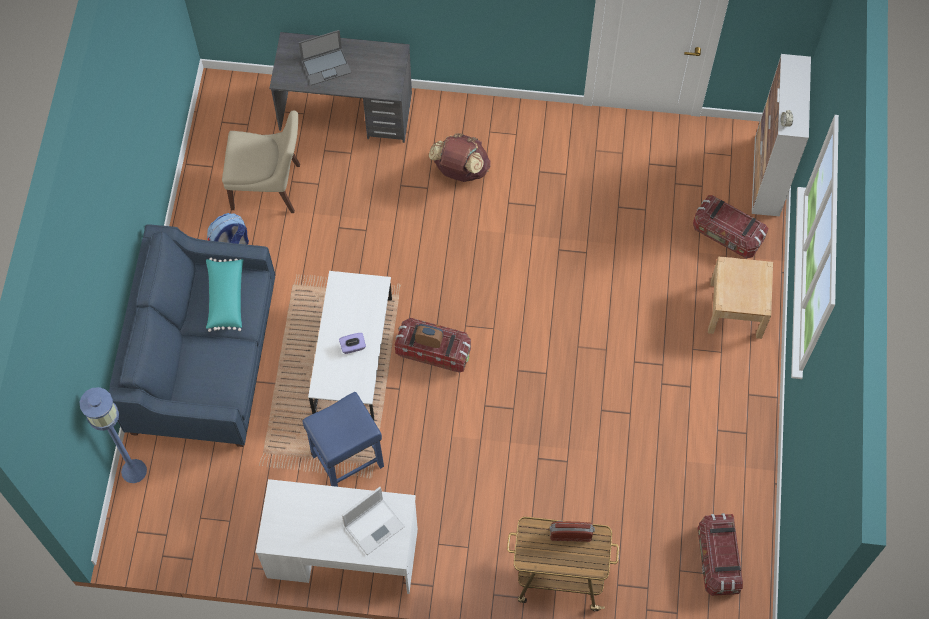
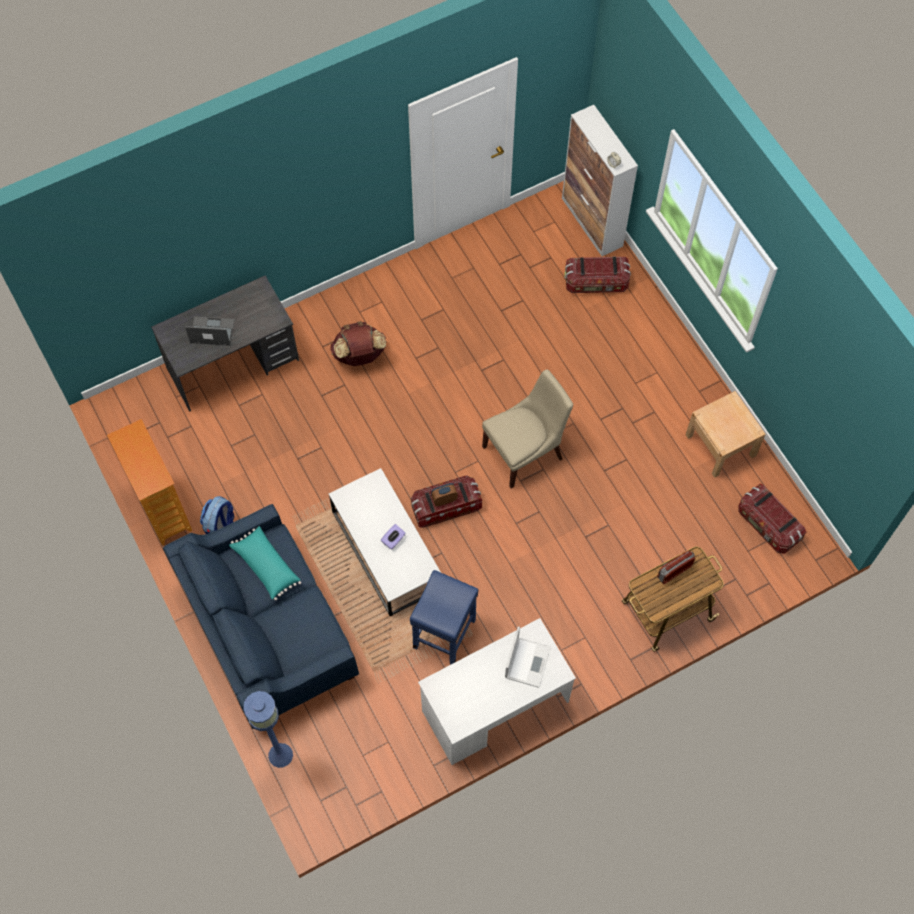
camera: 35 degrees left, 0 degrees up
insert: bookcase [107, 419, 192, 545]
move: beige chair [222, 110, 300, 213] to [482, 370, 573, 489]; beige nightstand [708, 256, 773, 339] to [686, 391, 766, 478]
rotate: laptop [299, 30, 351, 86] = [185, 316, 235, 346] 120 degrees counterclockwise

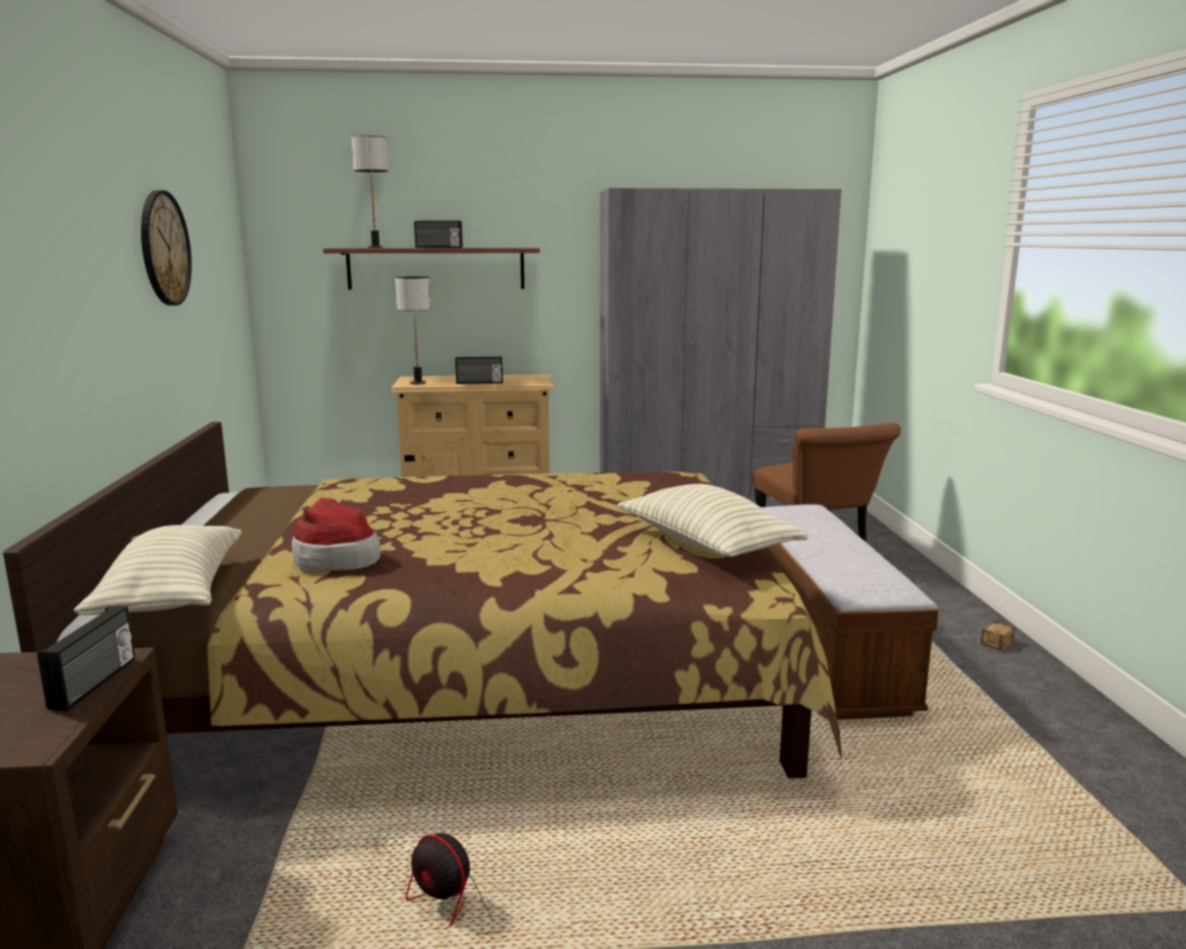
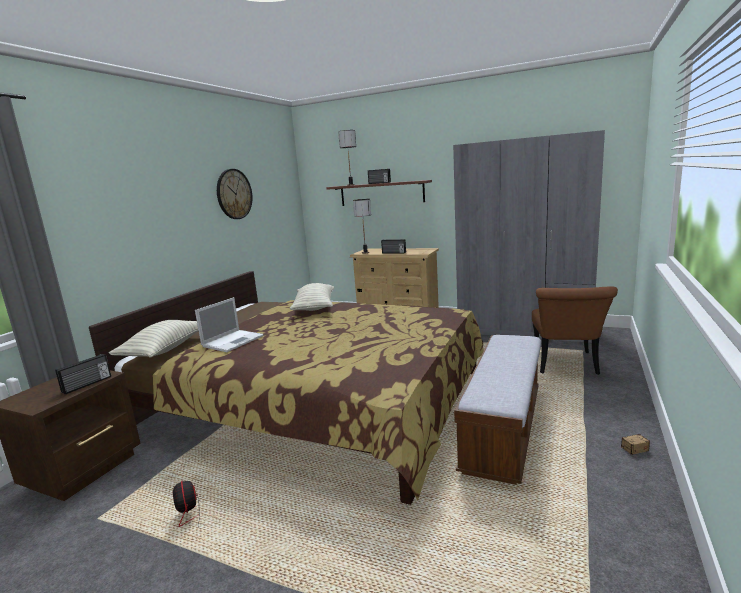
camera: 30 degrees right, 0 degrees up
move: pillow [617, 484, 808, 557] to [290, 283, 334, 311]
replace: hat [292, 498, 381, 571] to laptop [195, 297, 263, 352]

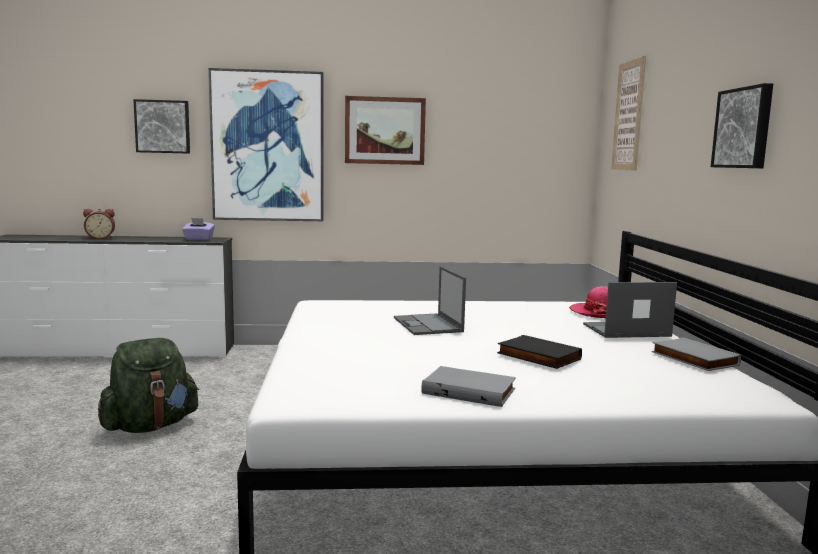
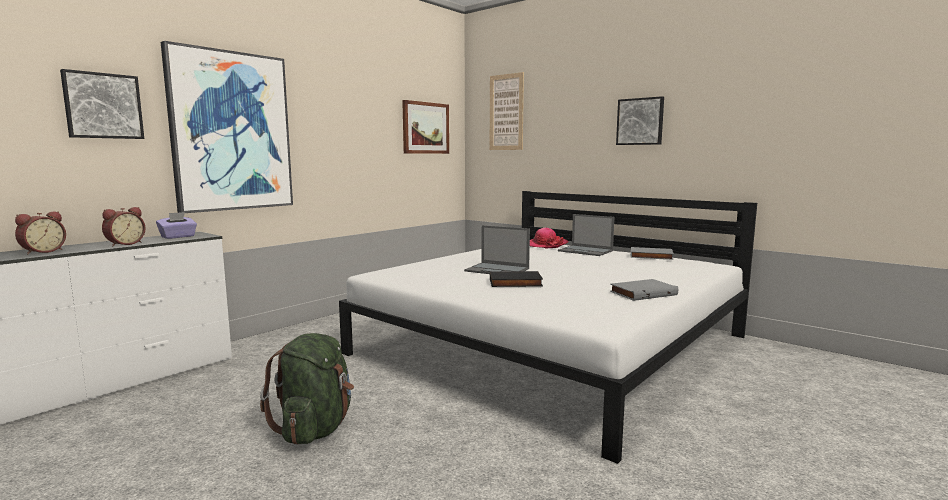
camera: 45 degrees left, 0 degrees up
insert: alarm clock [102, 207, 146, 246]
move: picture [345, 96, 426, 165] to [402, 100, 449, 154]; black book [497, 335, 582, 369] to [490, 271, 543, 287]
rotate: laptop [583, 282, 677, 338] = [558, 214, 615, 256] 90 degrees counterclockwise

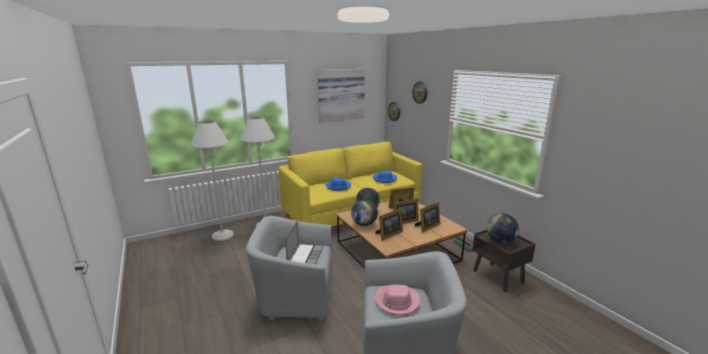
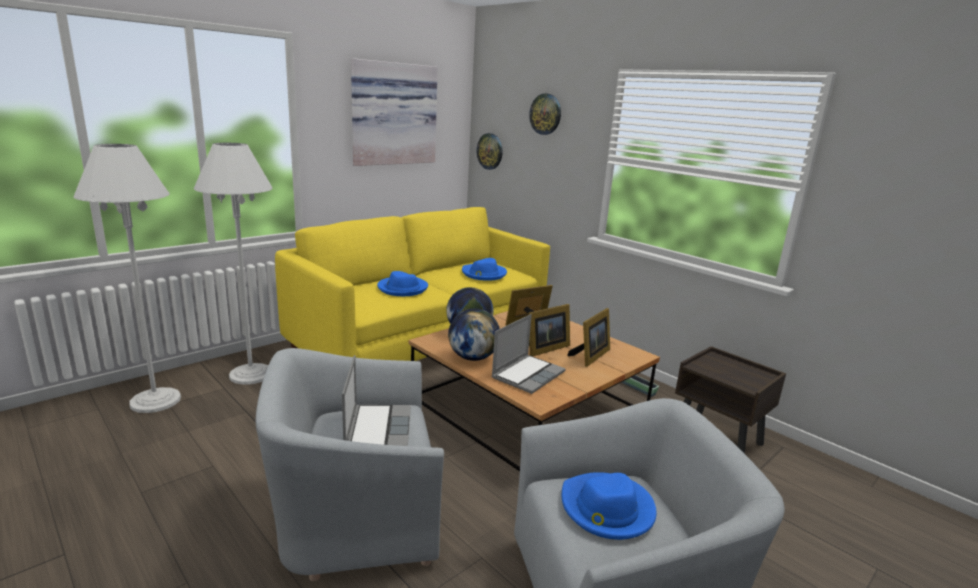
camera: 15 degrees left, 0 degrees up
delete: globe [487, 213, 519, 243]
replace: picture frame [375, 208, 403, 241] to laptop [491, 314, 566, 394]
recolor: pink hat [375, 285, 420, 316] to blue hat [562, 472, 656, 540]

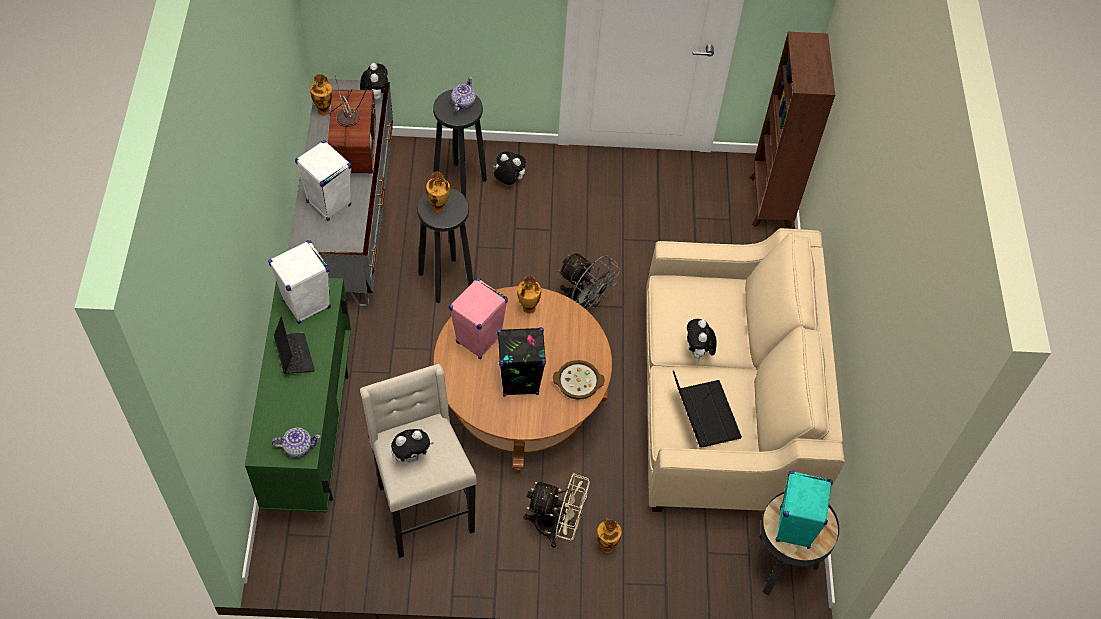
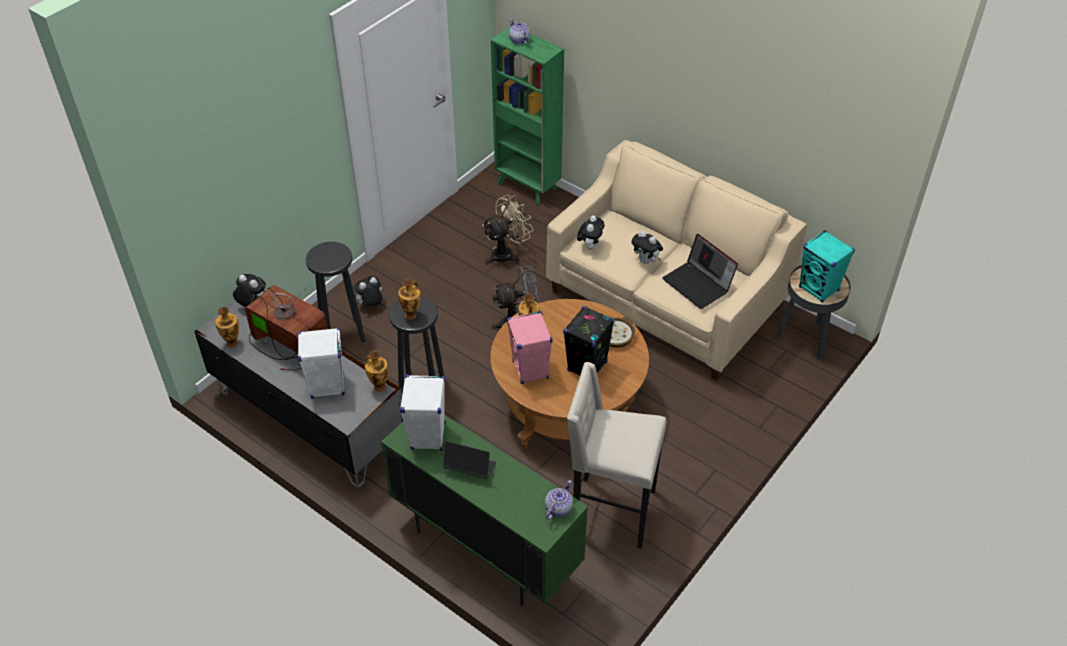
camera: 50 degrees left, 10 degrees down
move: vase [597, 518, 622, 553] to [365, 350, 388, 392]; beige fan [524, 473, 590, 548] to [482, 195, 534, 264]; teapot [451, 77, 476, 112] to [509, 19, 530, 44]; plush toy [391, 429, 434, 463] to [577, 215, 605, 250]
recolor: brown bookcase [749, 32, 835, 229] to green bookcase [491, 26, 564, 205]
rotate: laptop [673, 370, 742, 447] = [662, 234, 738, 309] 150 degrees counterclockwise

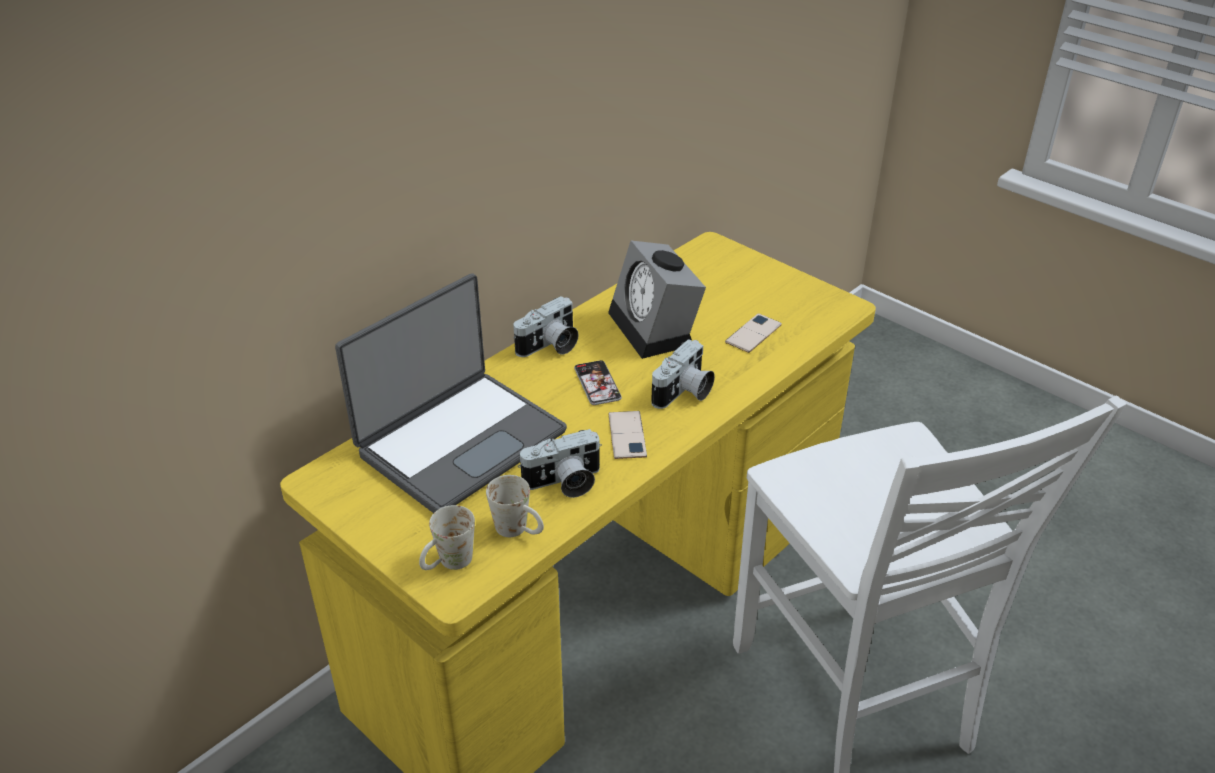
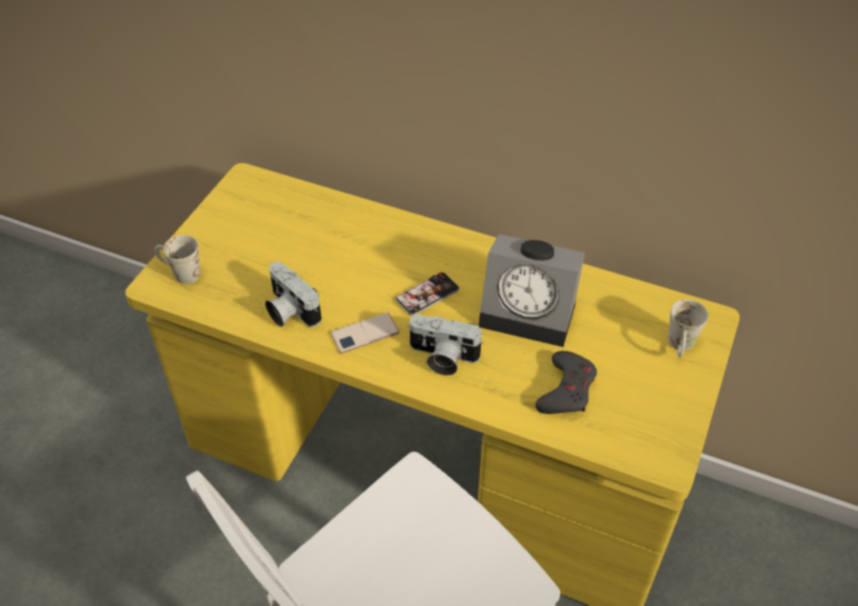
camera: 70 degrees right, 10 degrees up
delete: laptop [335, 274, 567, 513]; photo camera [513, 296, 579, 357]
move: white mug [486, 475, 544, 537] to [668, 299, 708, 358]
replace: phone [725, 313, 782, 353] to grey game controller [535, 351, 597, 414]
rotate: alarm clock [608, 241, 706, 359] = [478, 234, 585, 347] 120 degrees counterclockwise

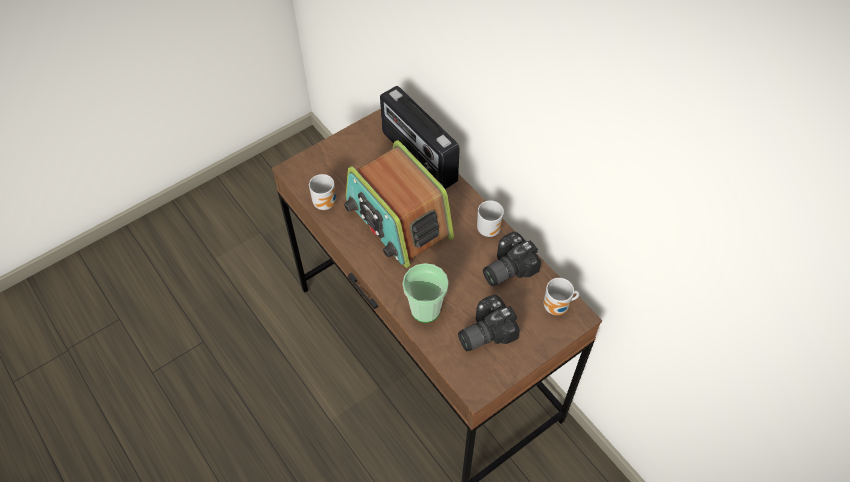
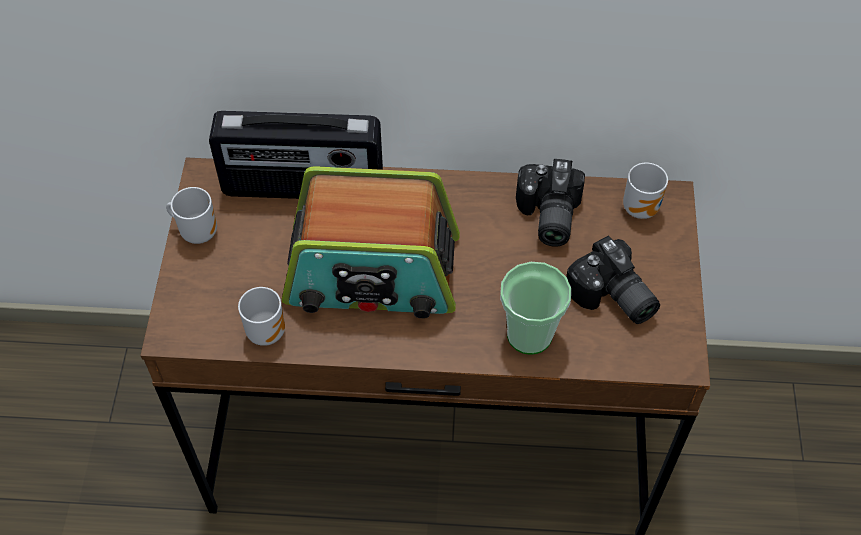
camera: 50 degrees left, 0 degrees up
move: mug [477, 200, 504, 237] to [166, 187, 217, 244]
rotate: photo camera [458, 294, 520, 351] = [566, 235, 660, 324] 45 degrees counterclockwise

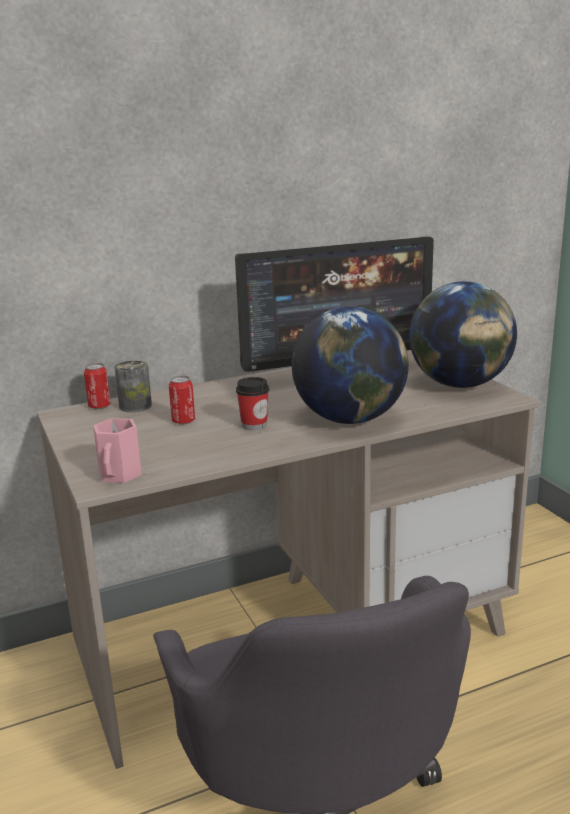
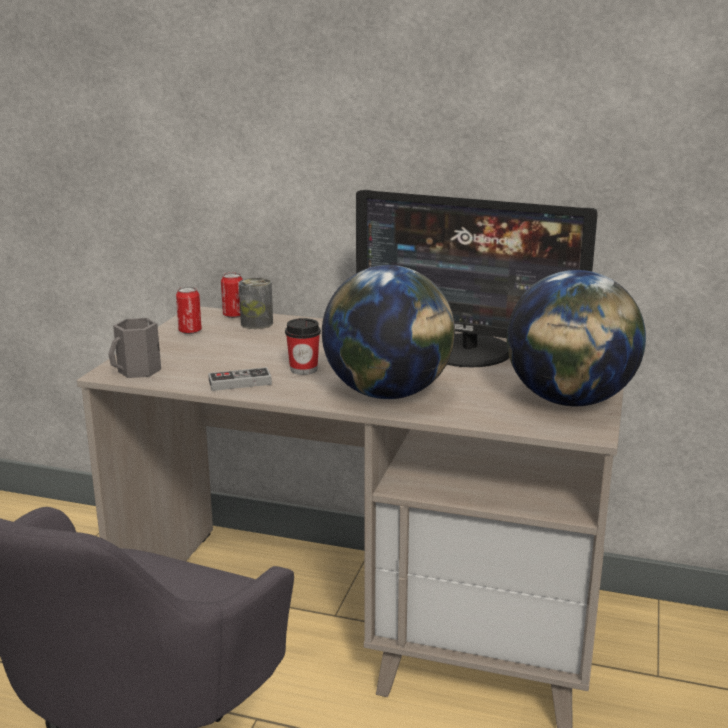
camera: 40 degrees right, 0 degrees up
insert: game controller [208, 367, 272, 391]
move: can [169, 376, 195, 425] to [176, 286, 202, 334]
recolor: pink mug [93, 418, 142, 483] to grey mug [108, 318, 161, 378]

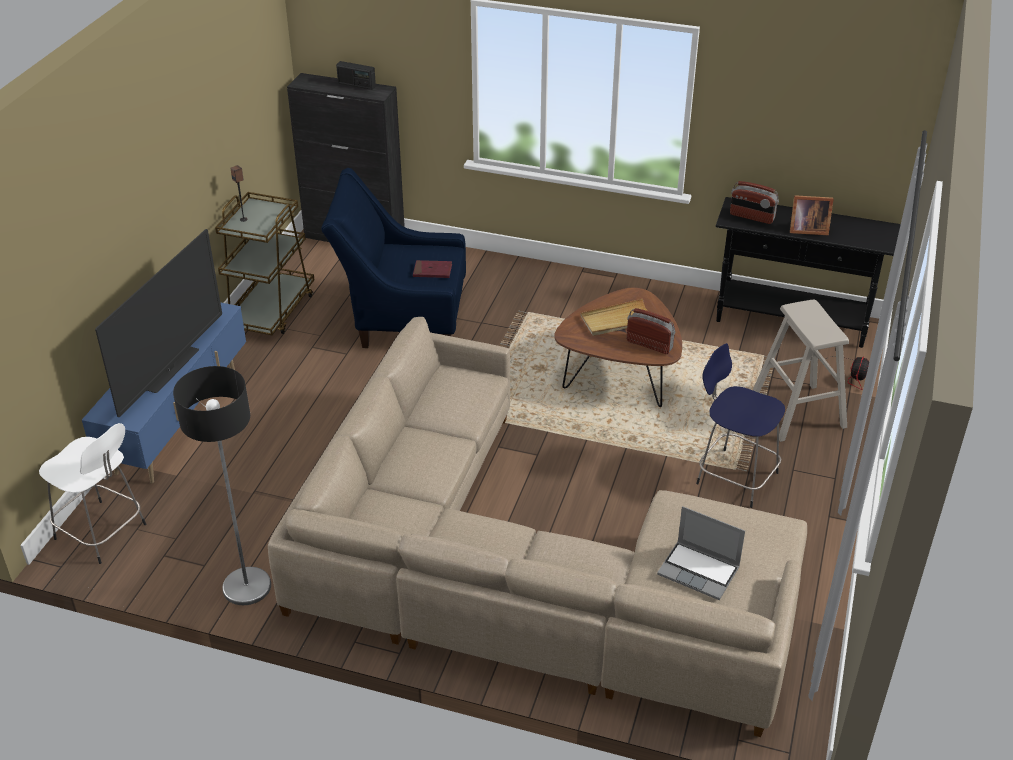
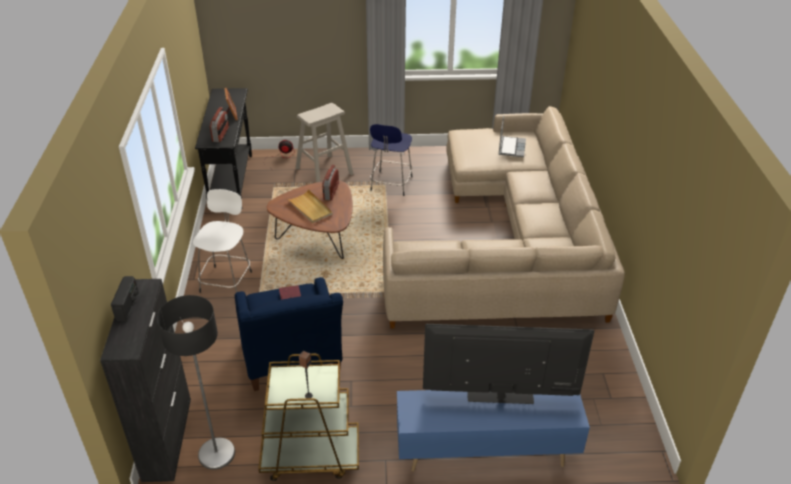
camera: 110 degrees left, 0 degrees up
move: floor lamp [173, 366, 271, 605] to [157, 295, 235, 470]; white stool [39, 423, 146, 564] to [193, 189, 252, 293]

